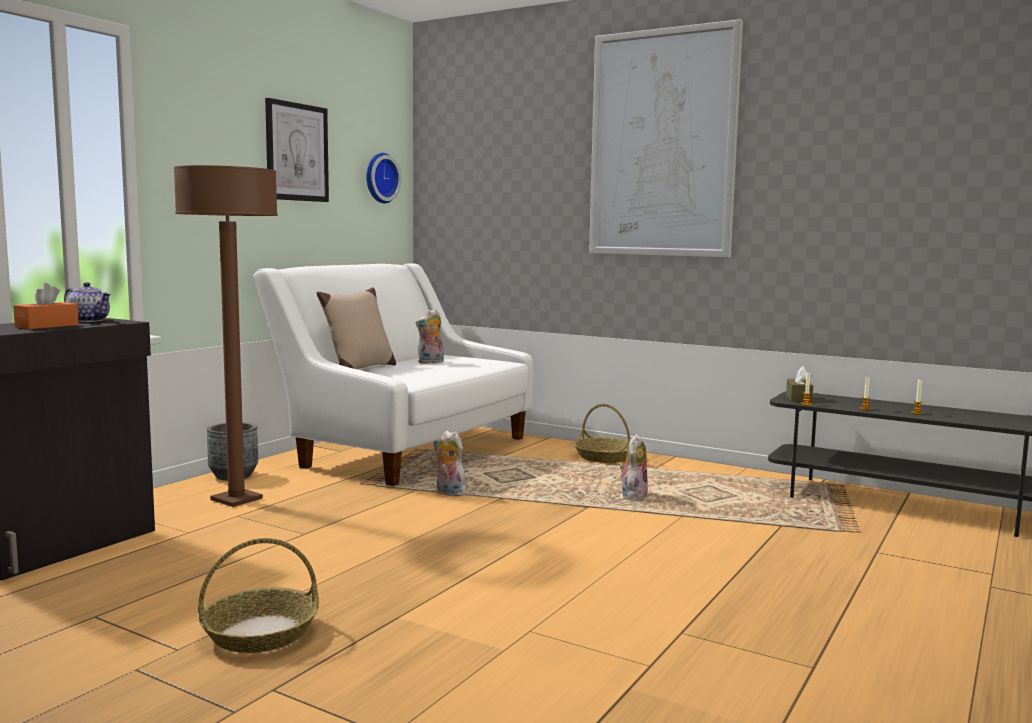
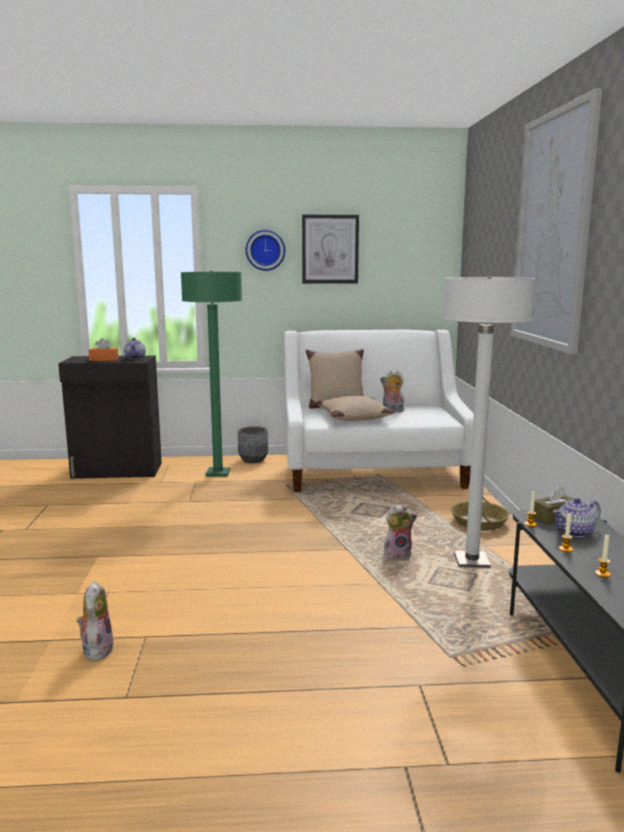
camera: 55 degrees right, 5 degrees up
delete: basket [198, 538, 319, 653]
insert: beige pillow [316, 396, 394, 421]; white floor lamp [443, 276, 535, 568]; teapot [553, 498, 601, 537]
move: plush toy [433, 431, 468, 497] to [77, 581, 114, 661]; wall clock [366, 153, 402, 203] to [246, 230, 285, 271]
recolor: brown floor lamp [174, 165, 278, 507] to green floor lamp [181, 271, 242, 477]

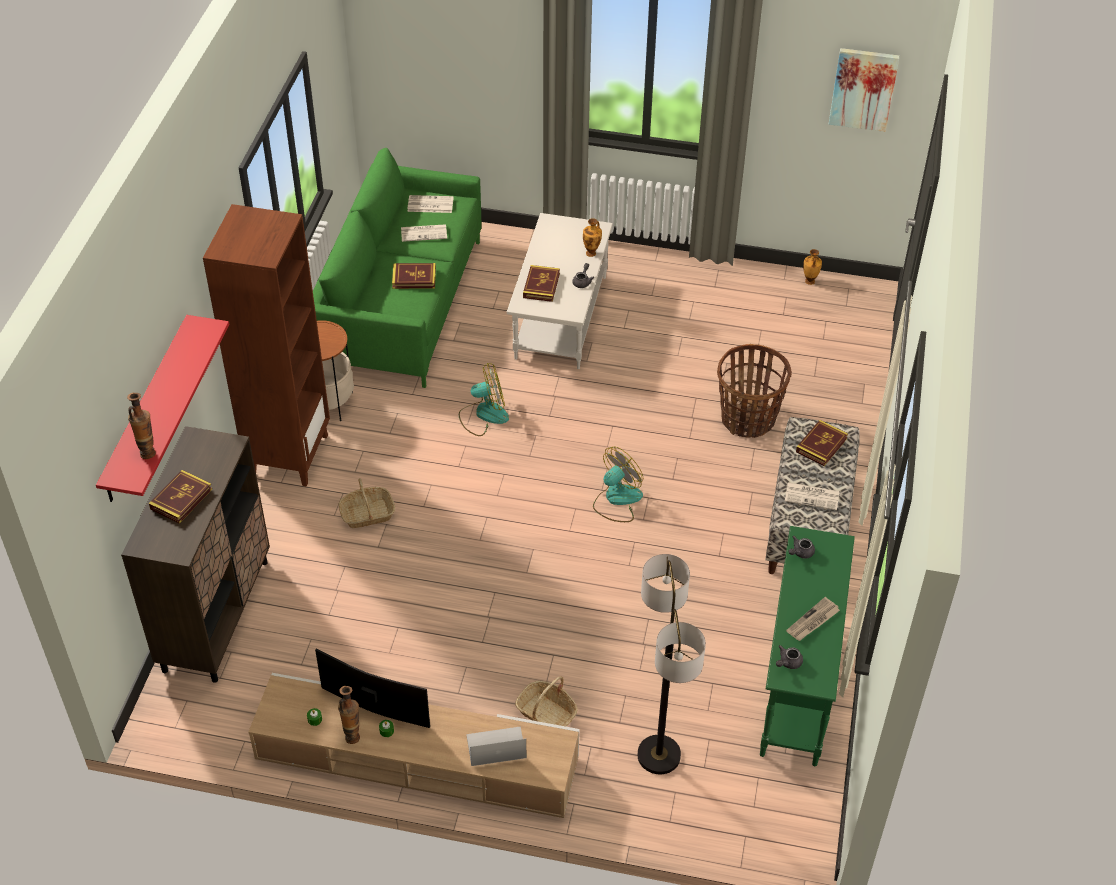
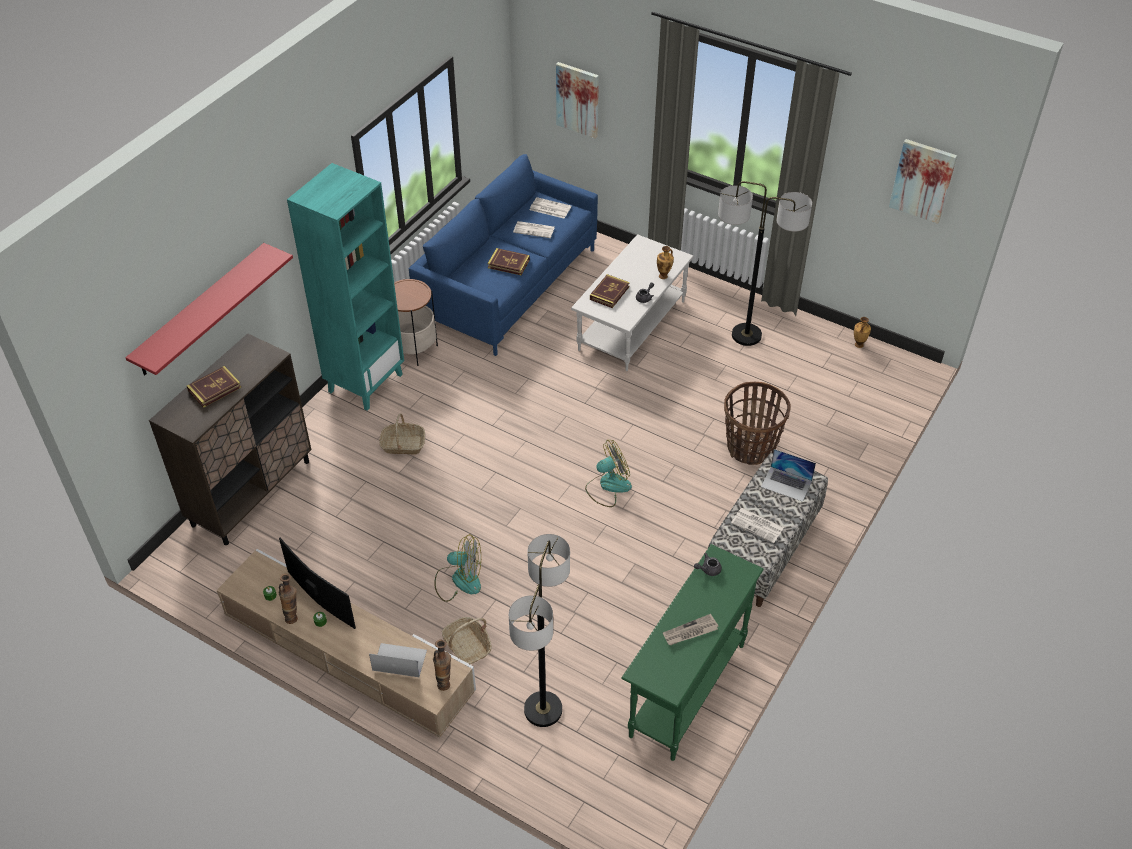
camera: 20 degrees right, 0 degrees up
delete: grey teapot [776, 645, 803, 669]
insert: picture [556, 62, 599, 139]; floor lamp [718, 181, 812, 346]
move: vase [127, 393, 156, 459] to [433, 639, 451, 691]; fan [459, 363, 509, 436] to [434, 534, 481, 602]
replace: book [796, 420, 848, 466] to laptop [761, 449, 816, 502]
recolor: brown bookcase [203, 204, 330, 487] to turquoise bookcase [287, 163, 404, 410]; green sofa [313, 148, 482, 388] to blue sofa [409, 154, 598, 356]

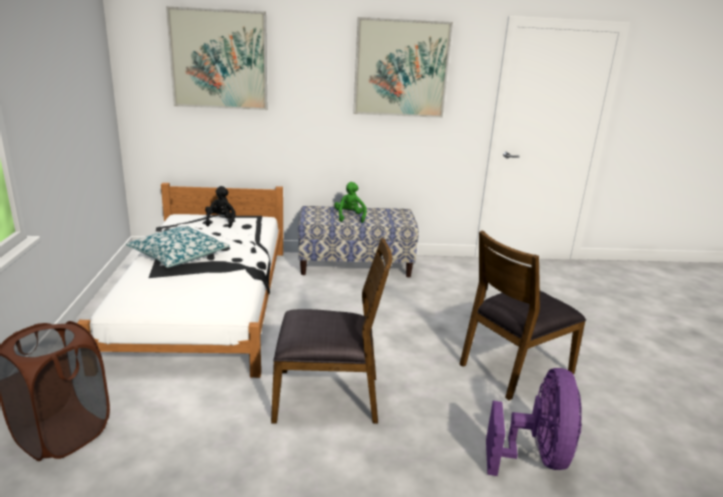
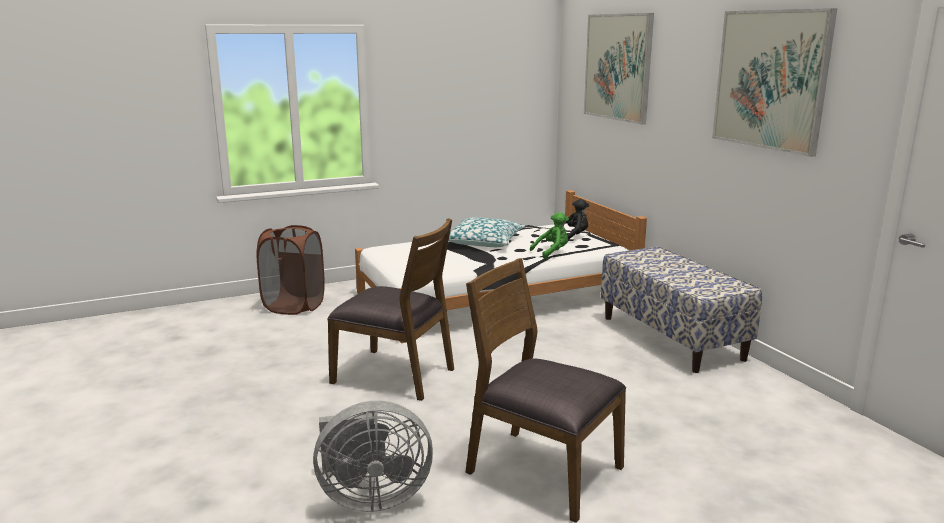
camera: 70 degrees right, 5 degrees down
move: green plush toy [334, 182, 367, 223] to [530, 212, 569, 259]
recolor: purple fan [486, 368, 582, 476] to grey fan [313, 401, 433, 512]
rotate: brown chair [271, 238, 392, 424] = [327, 218, 454, 401] 45 degrees counterclockwise

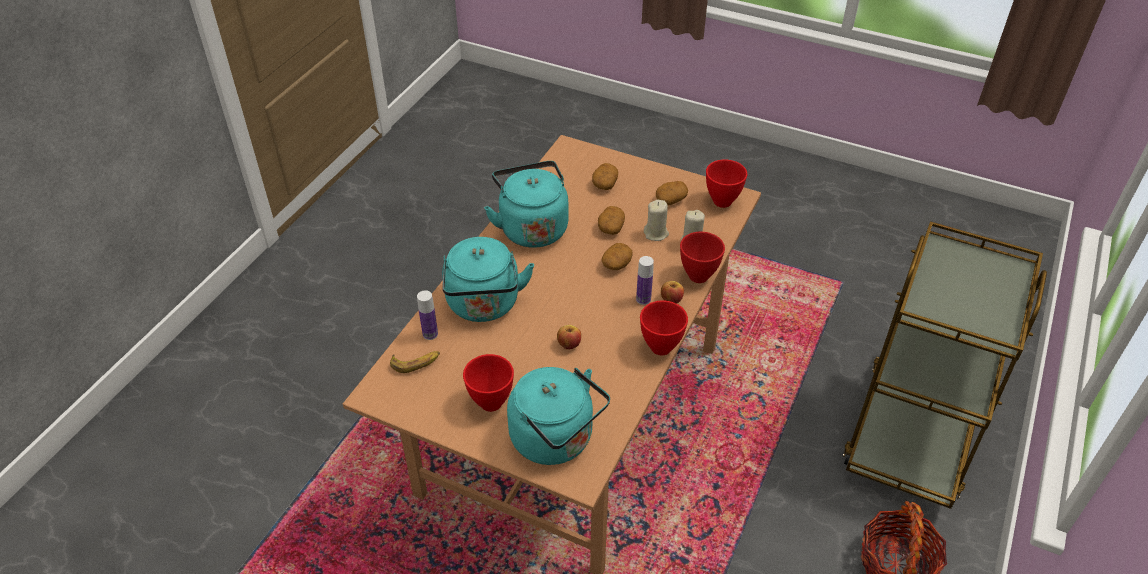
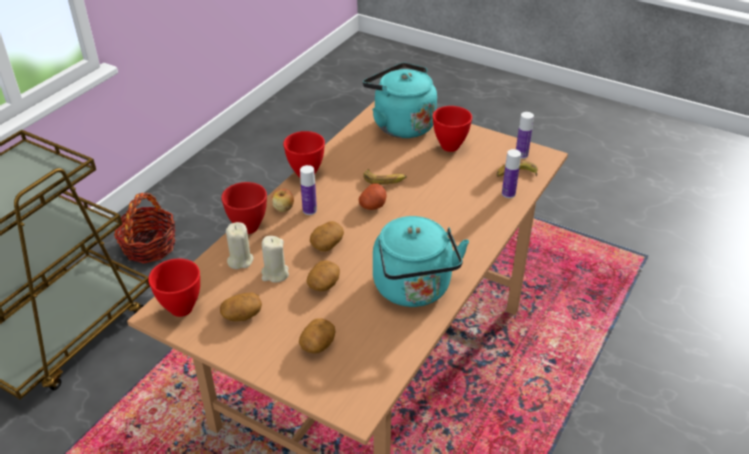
camera: 175 degrees left, 5 degrees down
delete: turquoise kettle [442, 237, 534, 322]
insert: potato [359, 183, 387, 210]; bottle [516, 112, 534, 159]
replace: apple [557, 325, 581, 349] to banana [363, 169, 407, 185]

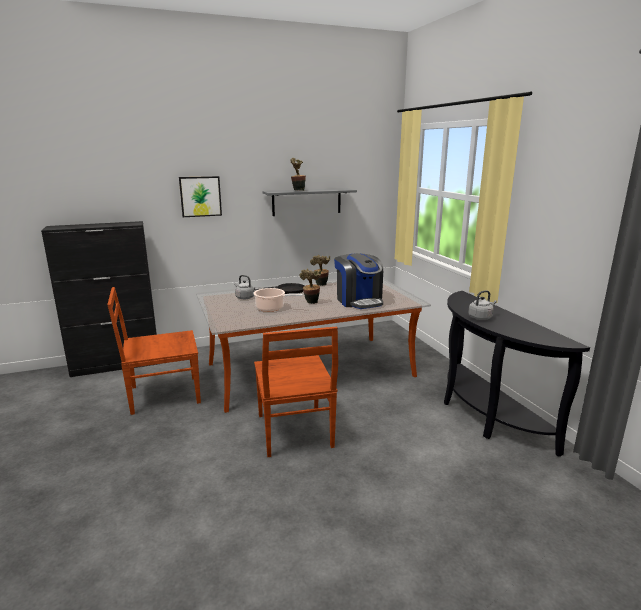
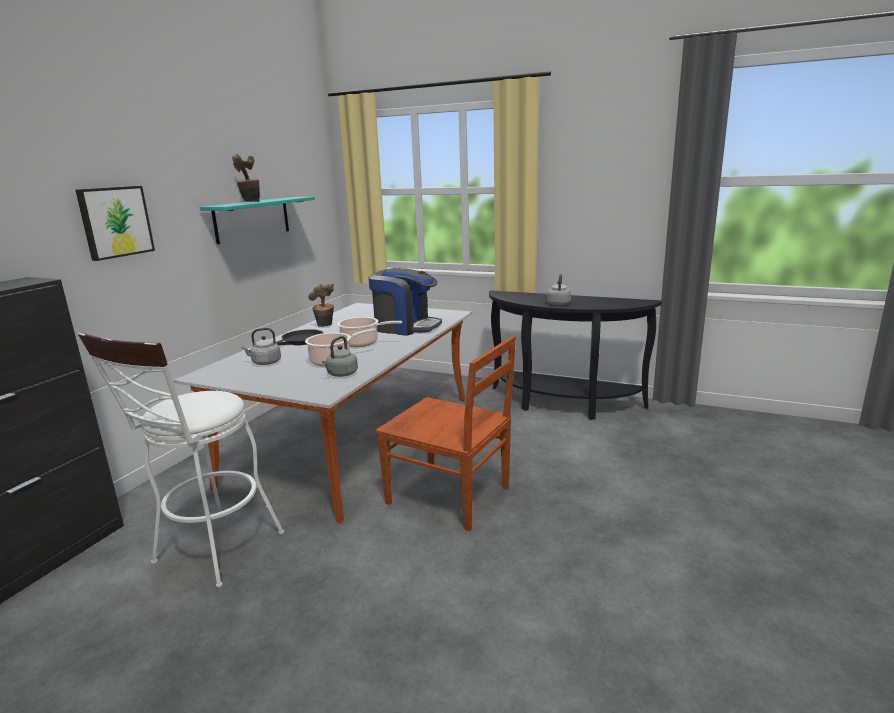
camera: 45 degrees left, 0 degrees up
insert: grey kettle [322, 336, 358, 377]
replace: brown chair [107, 287, 201, 415] to white stool [77, 332, 284, 588]; potted plant [299, 269, 321, 304] to cooking pot [337, 317, 402, 347]
recolor: grey shelf [263, 188, 357, 216] to turquoise shelf [200, 197, 315, 244]

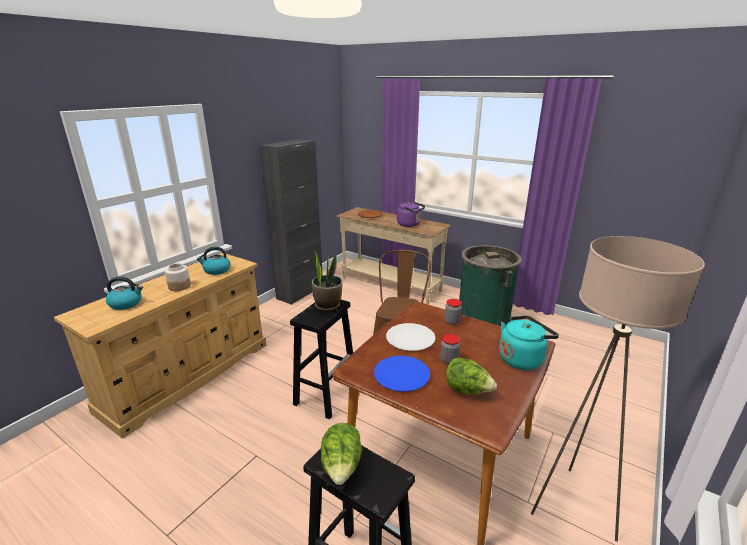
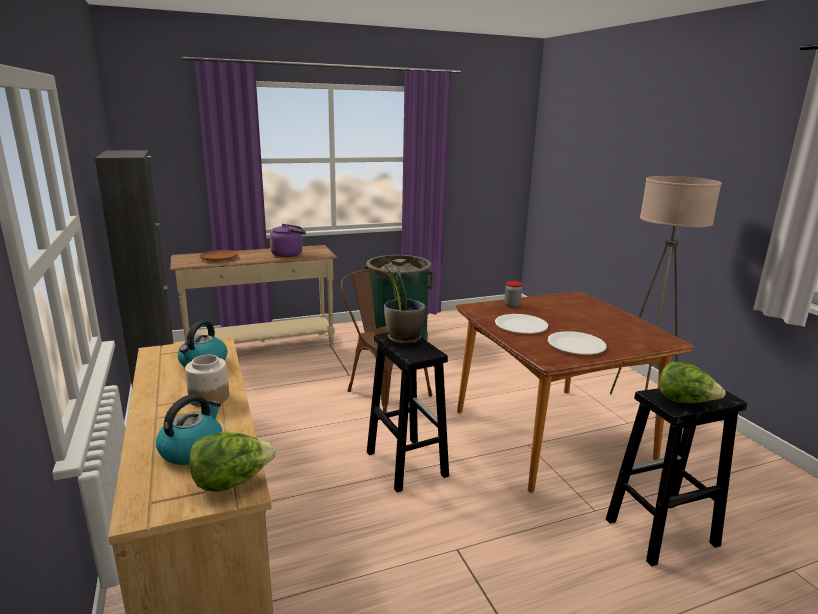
camera: 55 degrees left, 5 degrees down
delete: jar [440, 334, 460, 365]; turquoise kettle [499, 316, 559, 370]
move: lettuce [446, 357, 497, 394] to [189, 432, 277, 492]
recolor: blue plate [374, 356, 430, 392] to white plate [548, 331, 607, 355]

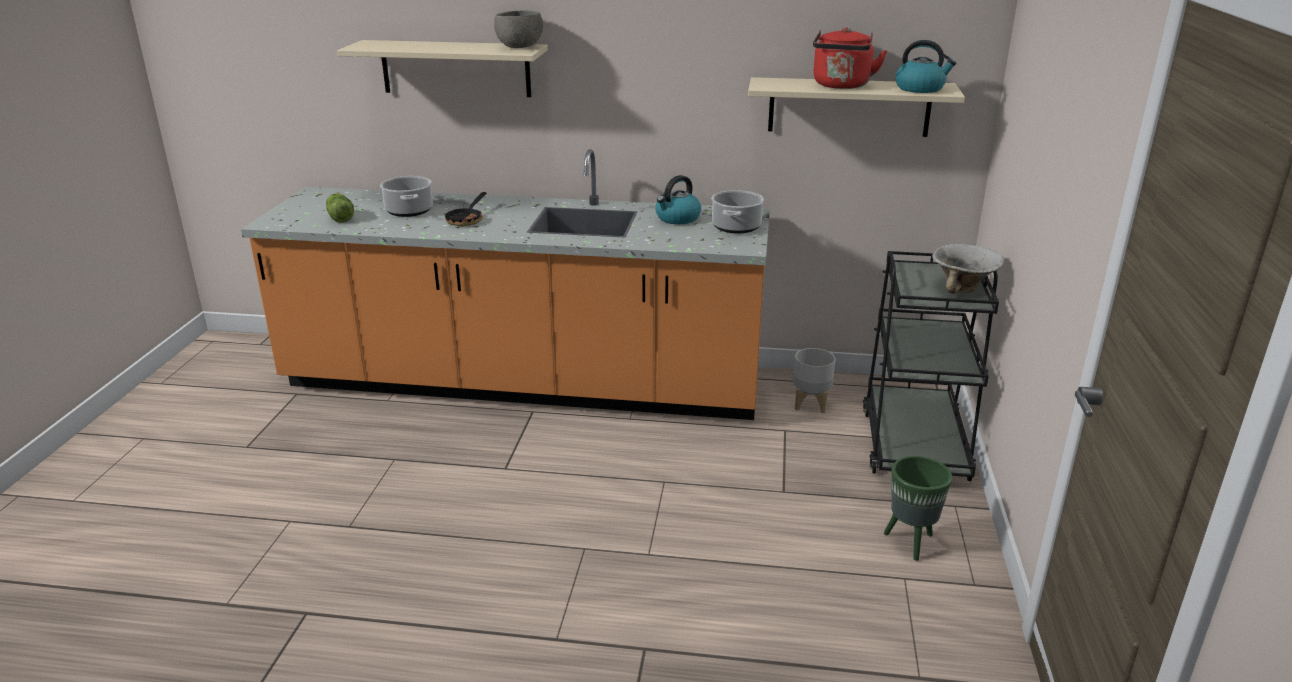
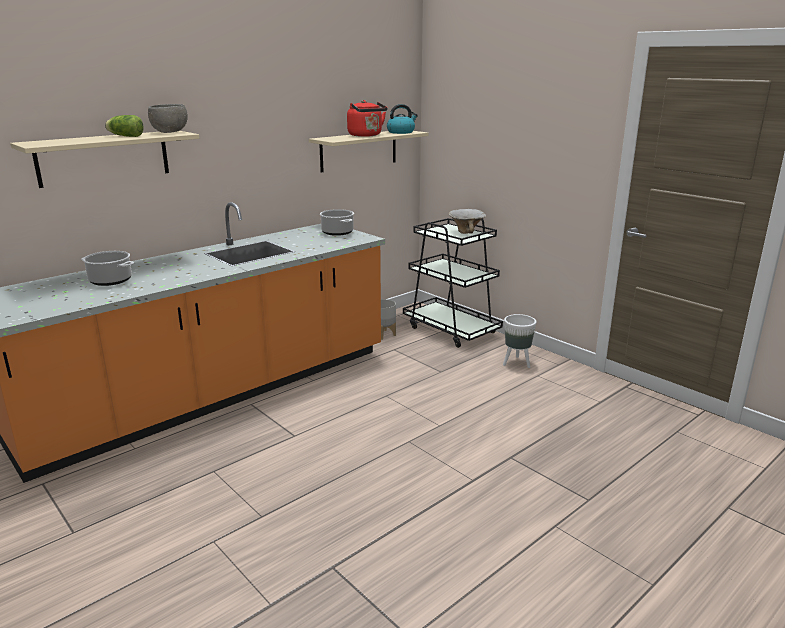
camera: 50 degrees left, 5 degrees down
delete: frying pan [444, 192, 487, 227]; kettle [655, 175, 701, 224]
move: lettuce [326, 193, 354, 223] to [105, 115, 144, 137]
recolor: green planter [884, 456, 952, 561] to white planter [503, 314, 536, 368]

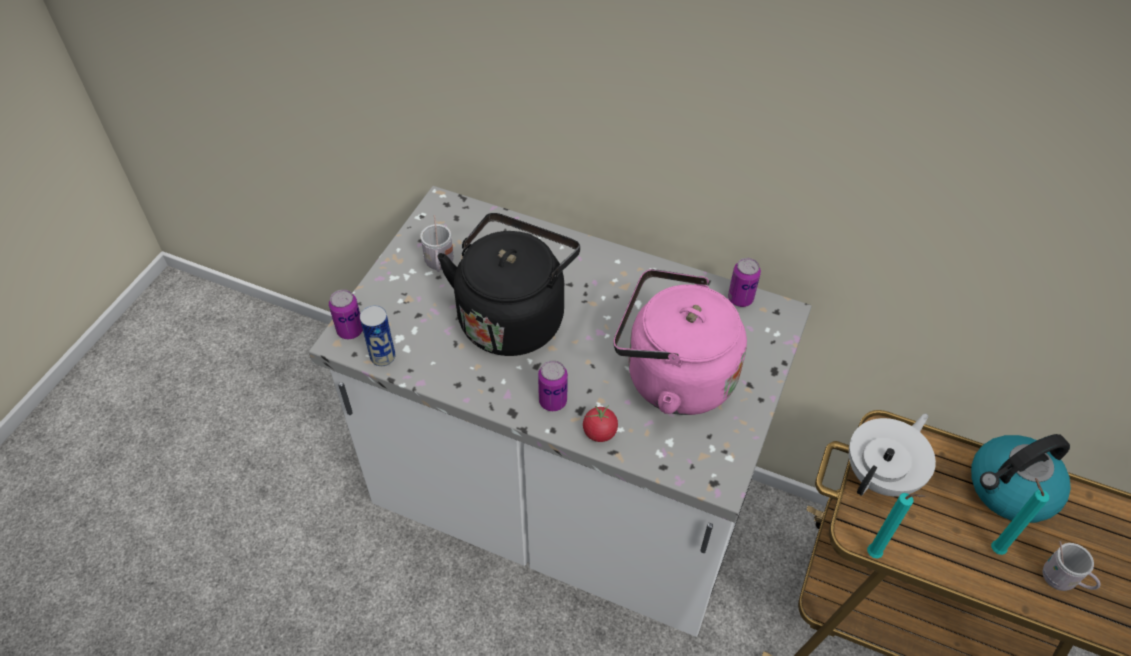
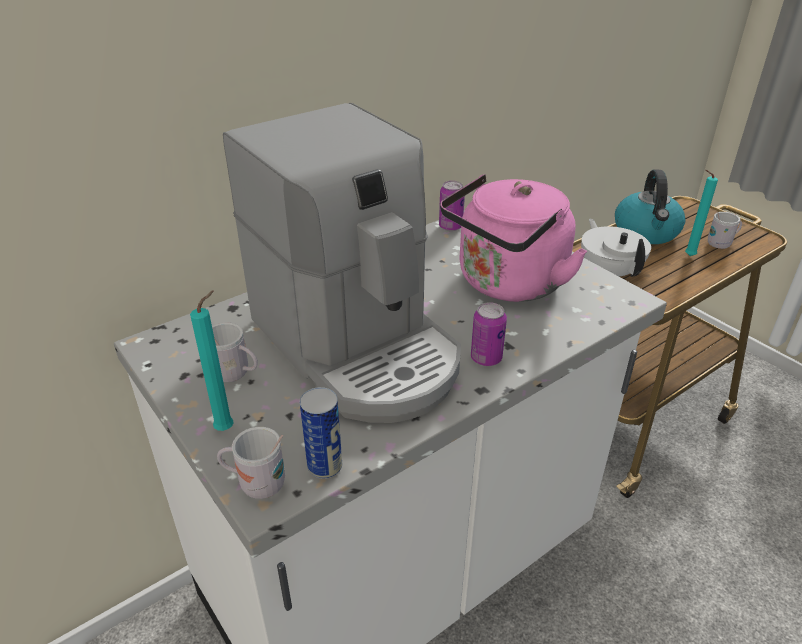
camera: 60 degrees left, 15 degrees down
delete: tomato [583, 405, 618, 442]
move: turquoise candle [867, 493, 926, 558] to [190, 290, 234, 431]
replace: can [329, 289, 363, 339] to white mug [217, 427, 285, 499]; black kettle [437, 213, 580, 356] to coffee machine [223, 103, 461, 423]

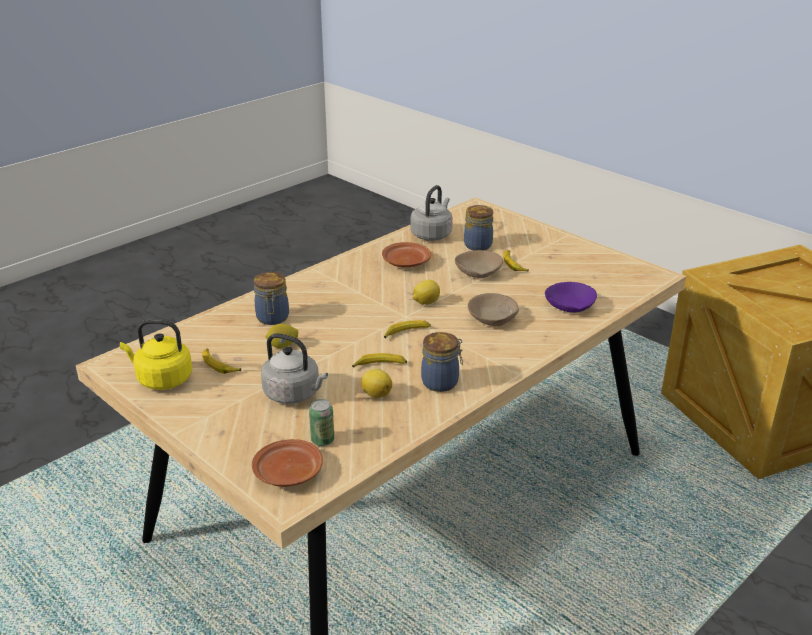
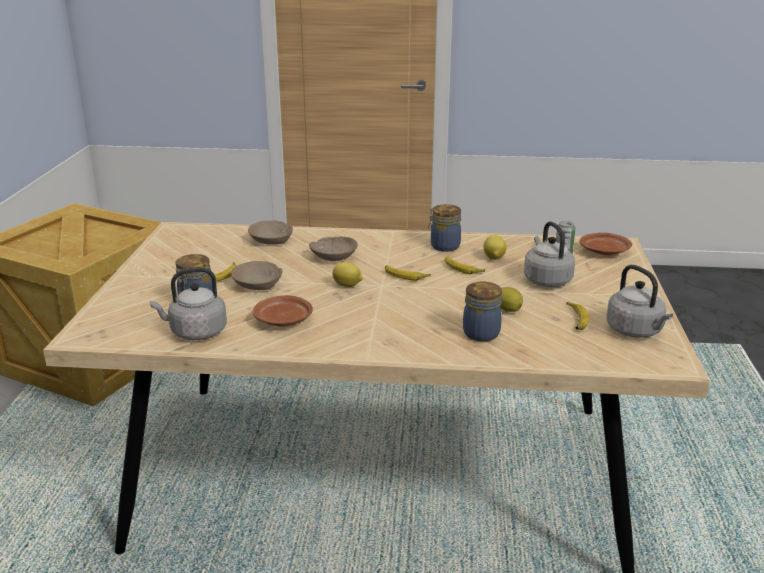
camera: 130 degrees left, 5 degrees down
recolor: purple bowl [545, 282, 597, 313] to beige bowl [248, 221, 293, 245]; yellow kettle [120, 319, 192, 390] to grey kettle [607, 265, 673, 338]

